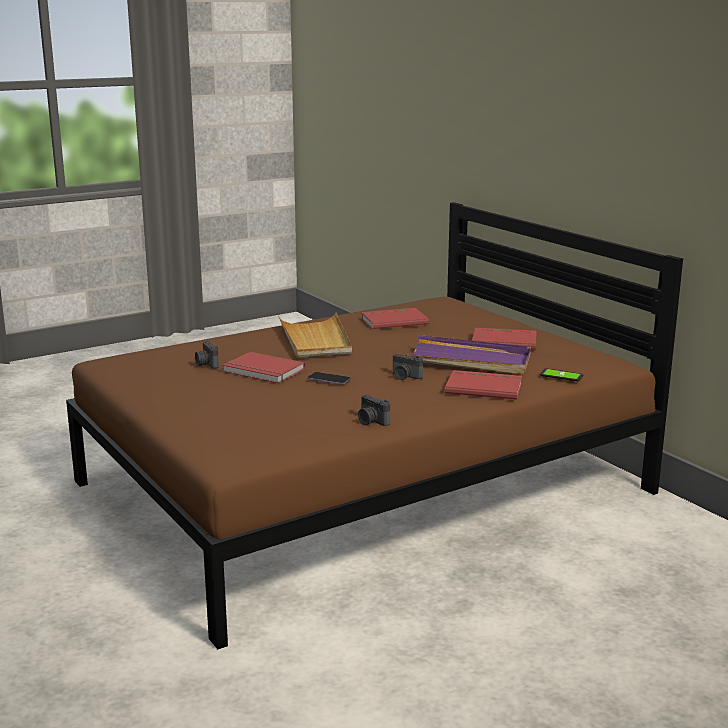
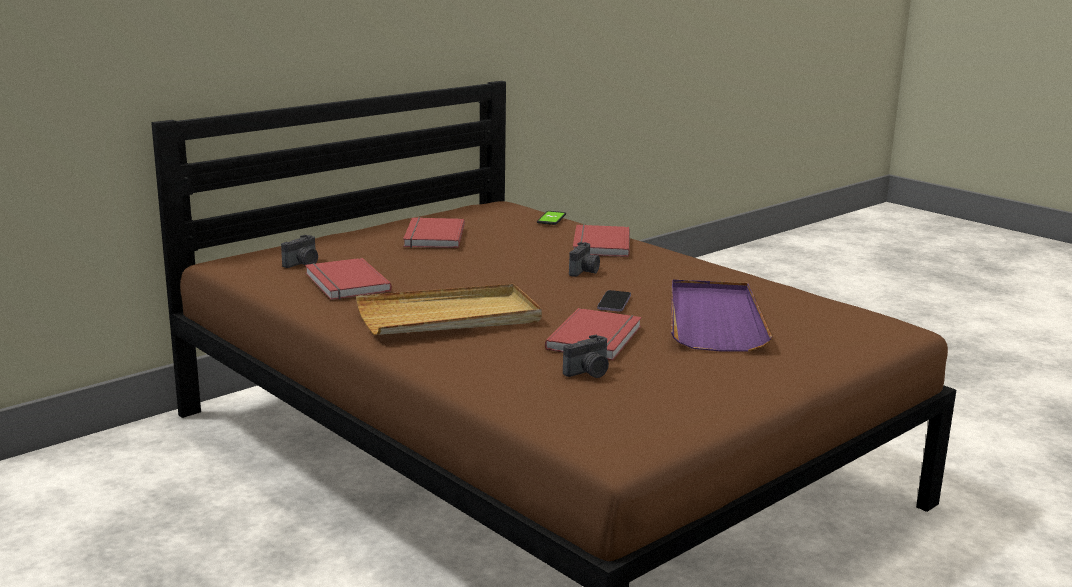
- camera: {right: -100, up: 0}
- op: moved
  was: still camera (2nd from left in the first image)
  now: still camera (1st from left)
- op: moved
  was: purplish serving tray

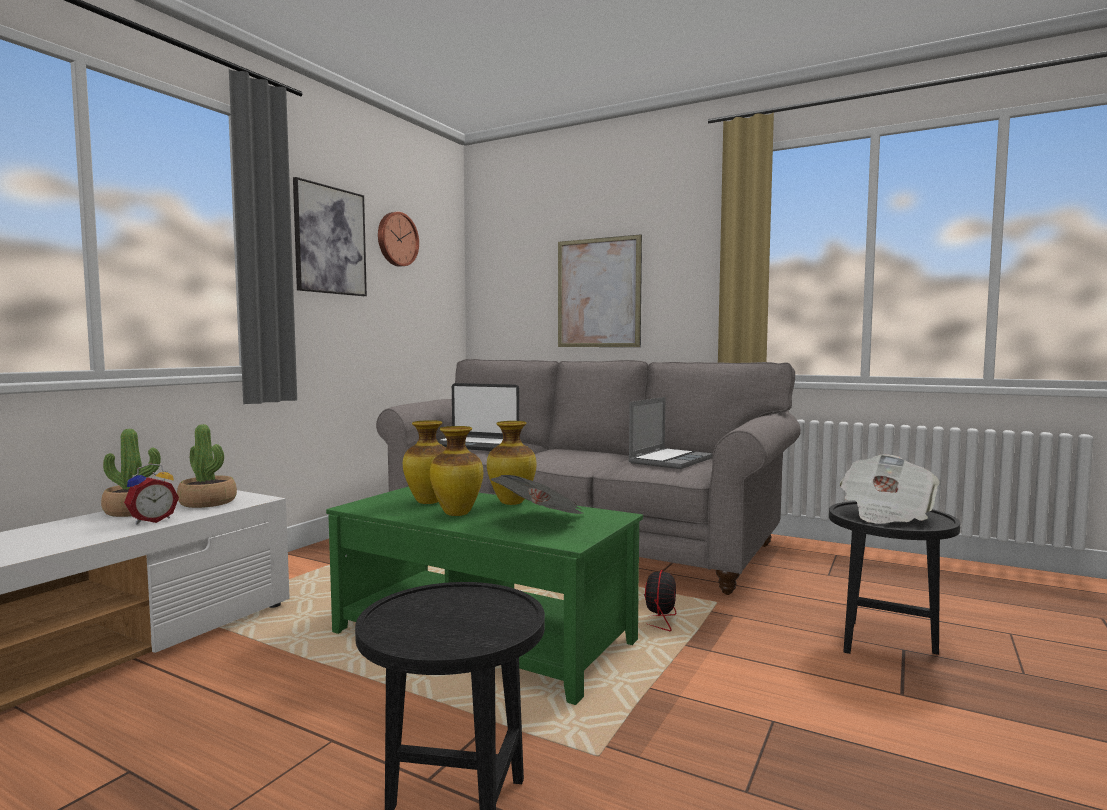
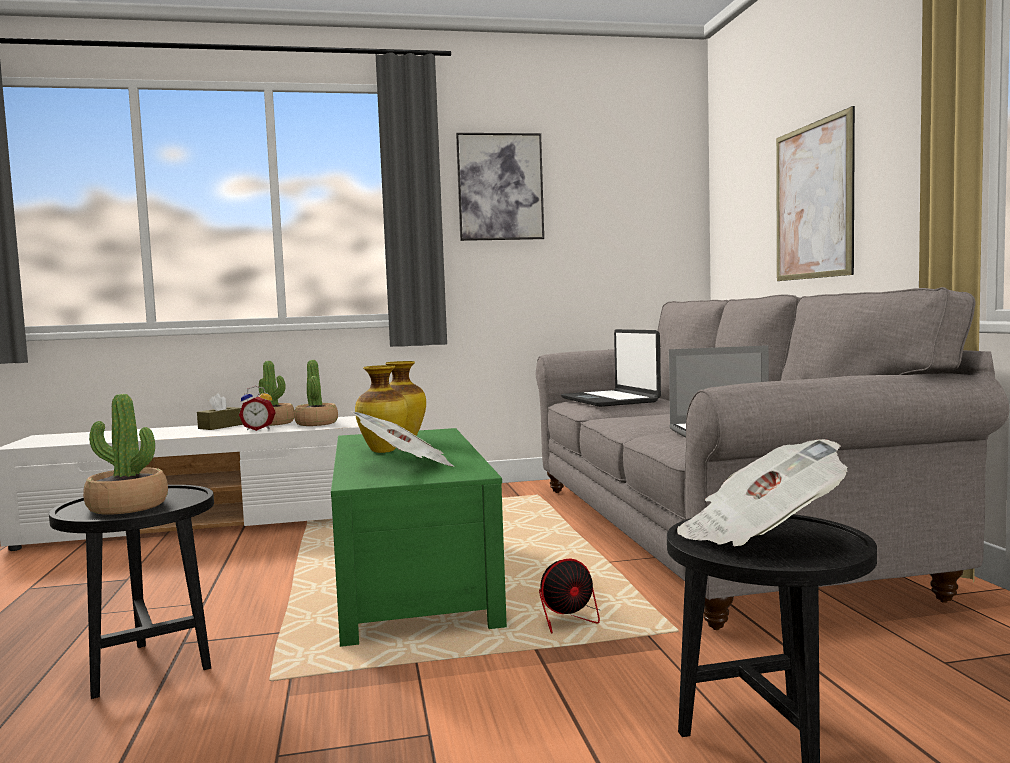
- camera: {right: 50, up: 0}
- op: added
  now: houseplant (1st from left)
- op: added
  now: brown-coloured box of tissues
- op: removed
  was: clock on the wall
- op: removed
  was: flower vase (3rd from left)

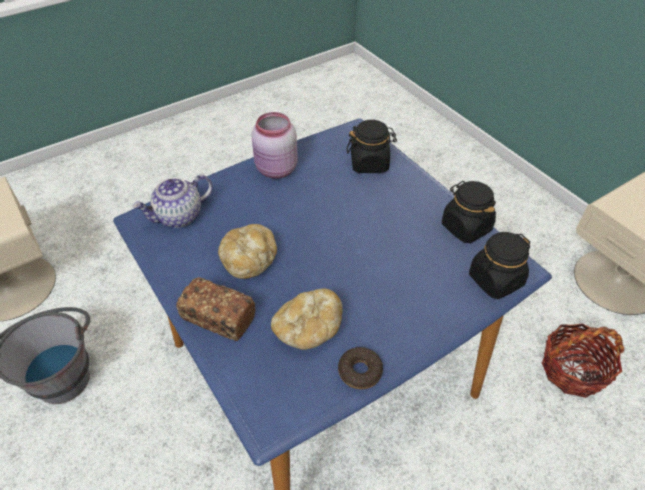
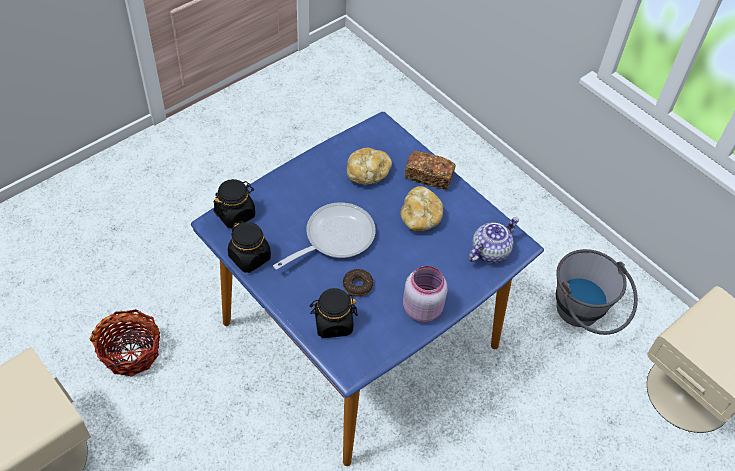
- camera: {right: 170, up: 5}
- op: added
  now: pan
- op: moved
  was: ring doughnut

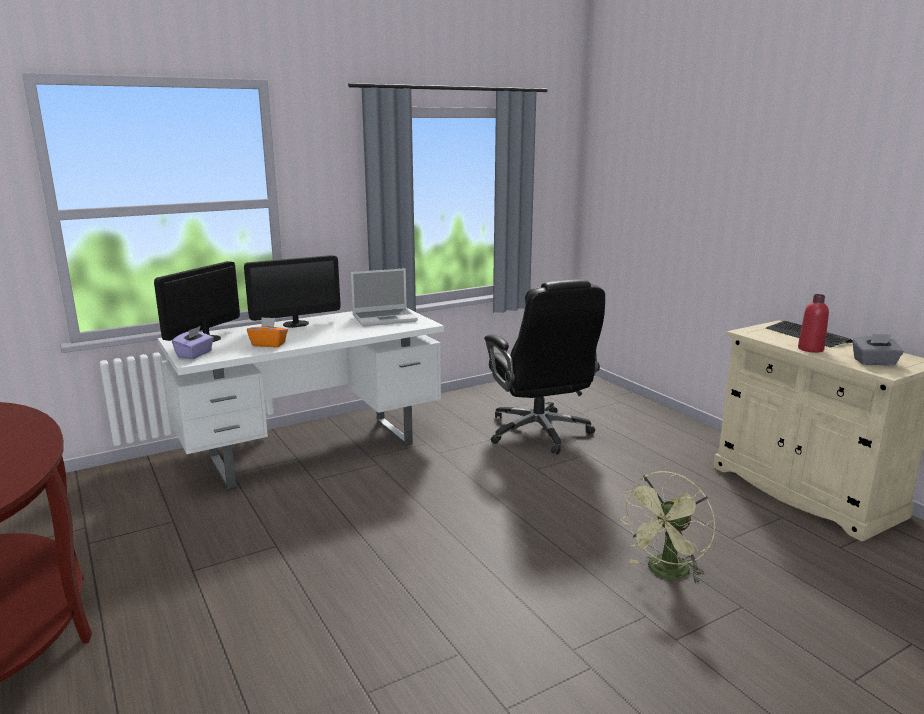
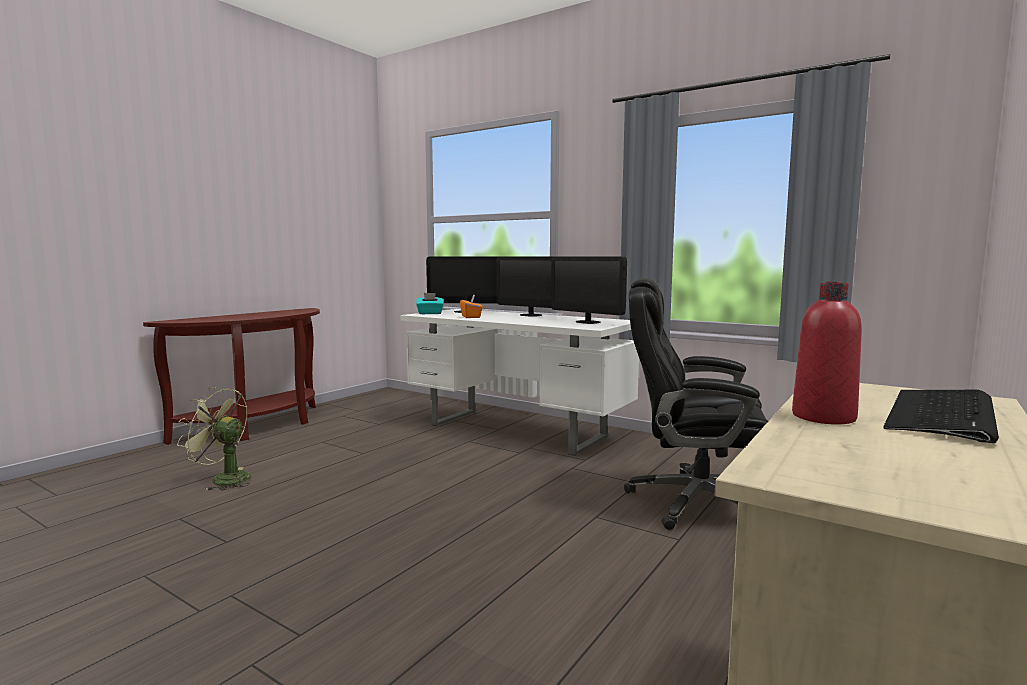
- camera: {right: 65, up: -10}
- op: moved
  was: greenish fan
- op: recoloured
  was: purplish box of tissues
  now: blue-green box of tissues
- op: replaced
  was: notebook computer
  now: computer display (3rd from left)
- op: turned
  was: blackish desk chair
  clockwise: 60
- op: removed
  was: grey box of tissues

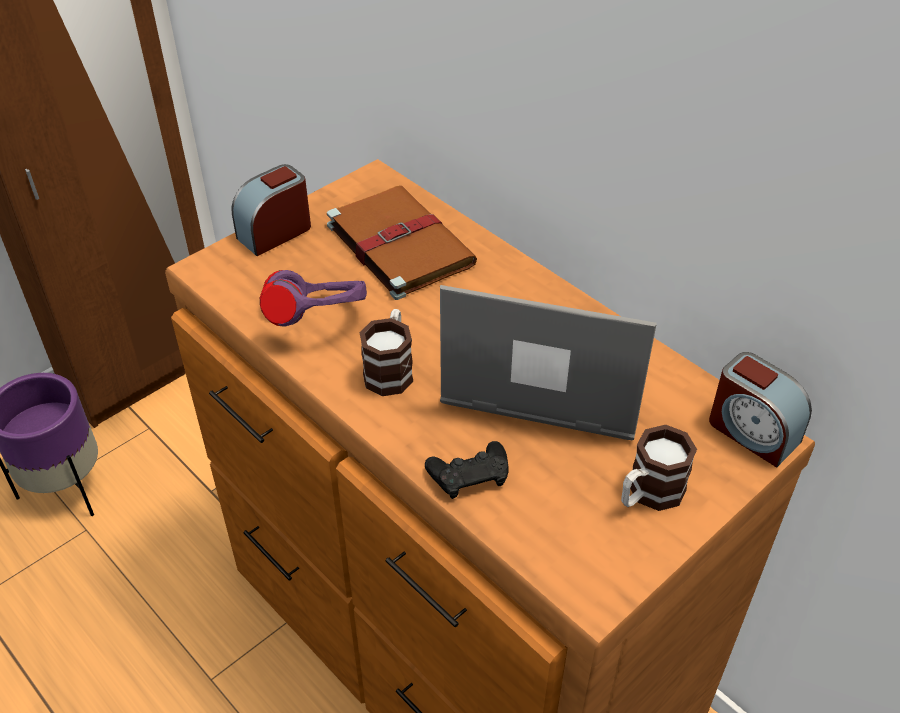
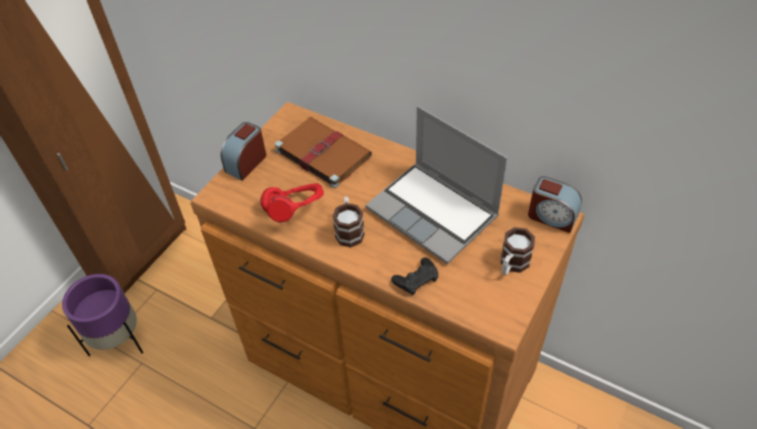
- camera: {right: -15, up: 5}
- op: recoloured
  was: purplish pair of headphones
  now: red-coloured pair of headphones
- op: turned
  was: notebook computer
  clockwise: -135

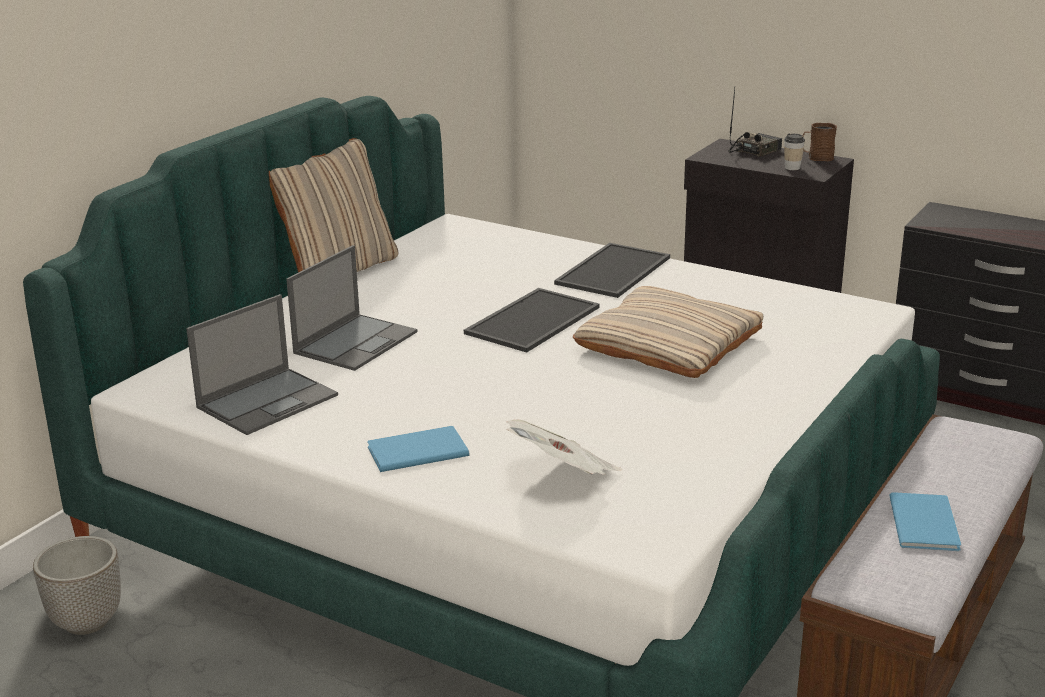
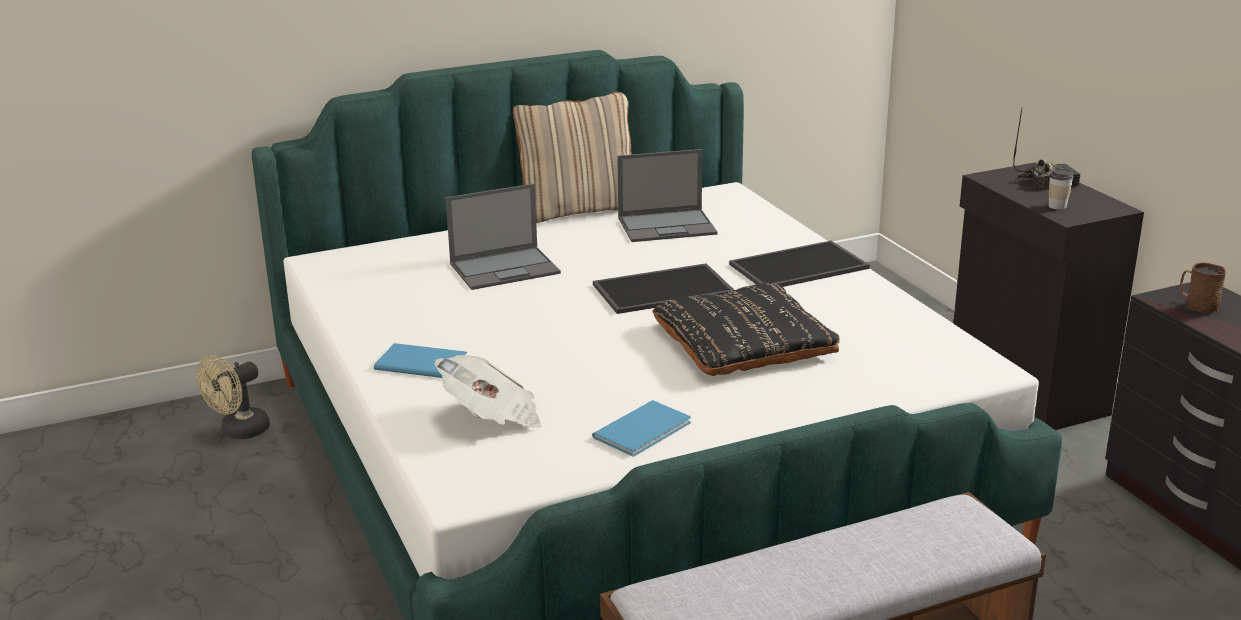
- camera: {right: 35, up: 0}
- op: replaced
  was: plant pot
  now: beige-coloured fan
- op: moved
  was: blue-coloured volume (2nd from left)
- op: moved
  was: notebook computer (1st from left in the first image)
  now: notebook computer (2nd from left)
- op: recoloured
  was: beige-coloured pillow (2nd from left)
  now: blackish pillow
- op: moved
  was: brown-coloured mug

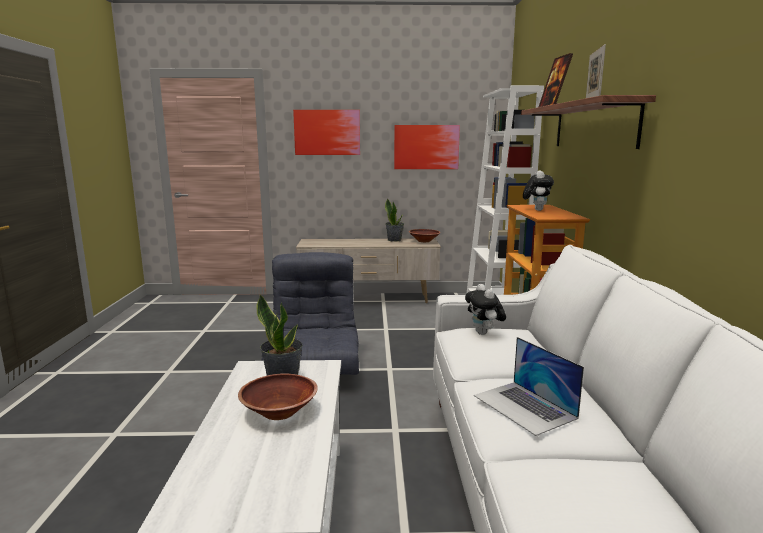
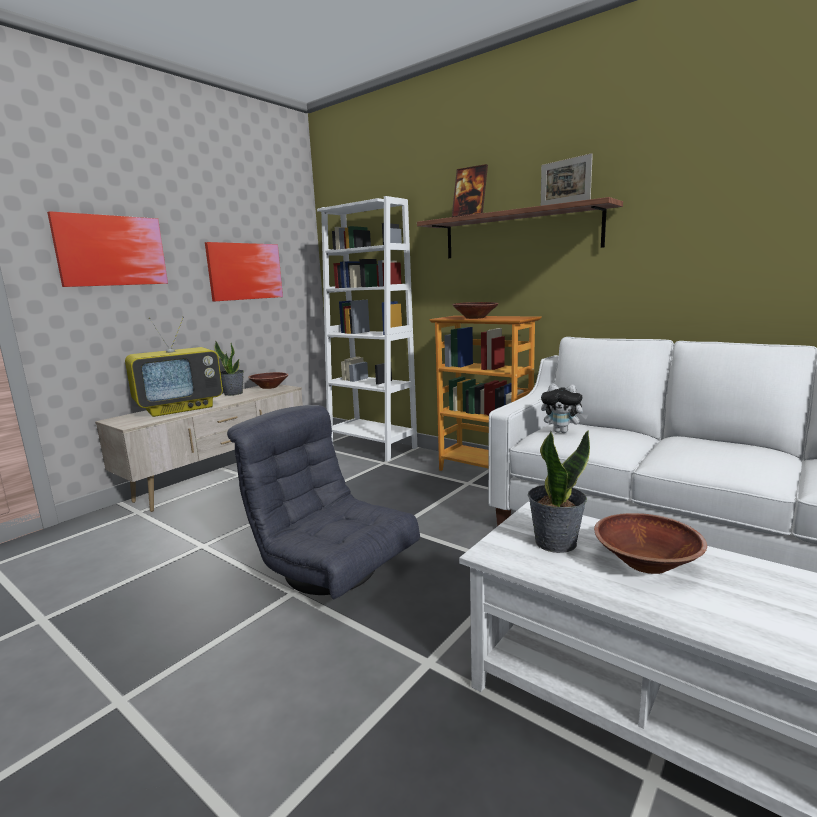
- camera: {right: -50, up: 0}
- op: added
  now: TV set
- op: replaced
  was: plush toy (2nd from left)
  now: brown-coloured serving bowl (2nd from left)
- op: removed
  was: notebook computer

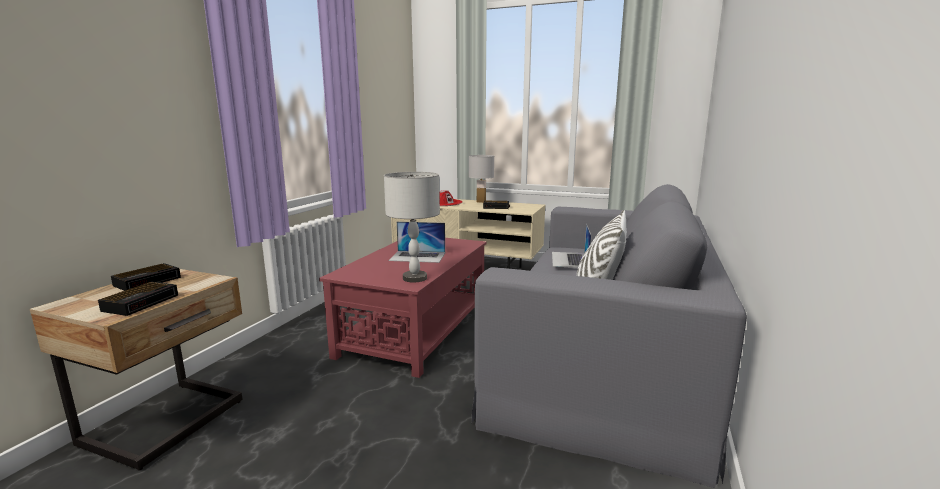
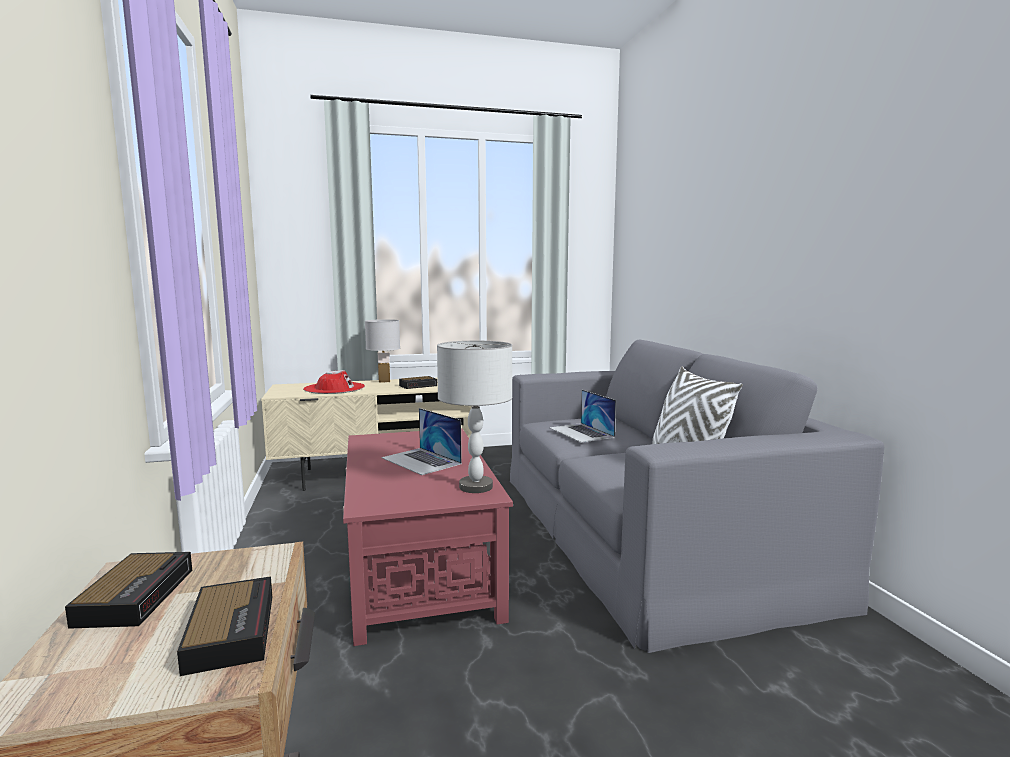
- camera: {right: -35, up: -5}
- op: turned
  was: notebook computer (1st from left)
  clockwise: 75

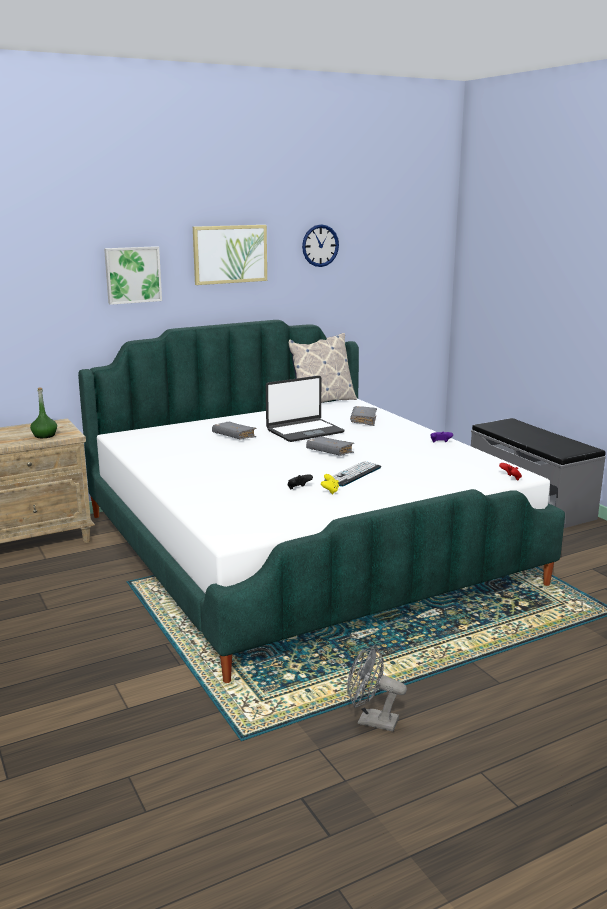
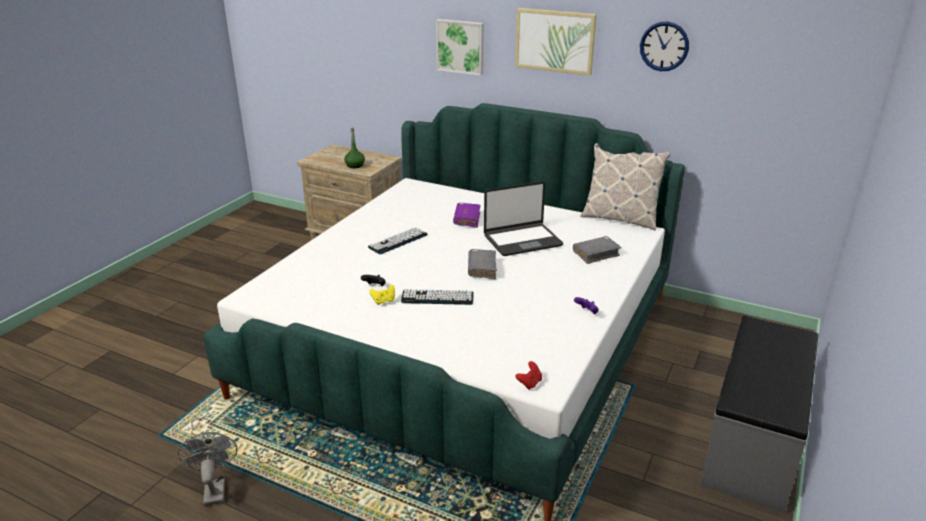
- camera: {right: 55, up: 10}
- op: added
  now: keyboard (1st from left)
- op: recoloured
  was: grey volume (1st from left)
  now: purplish volume
- op: turned
  was: notebook computer
  clockwise: -45

